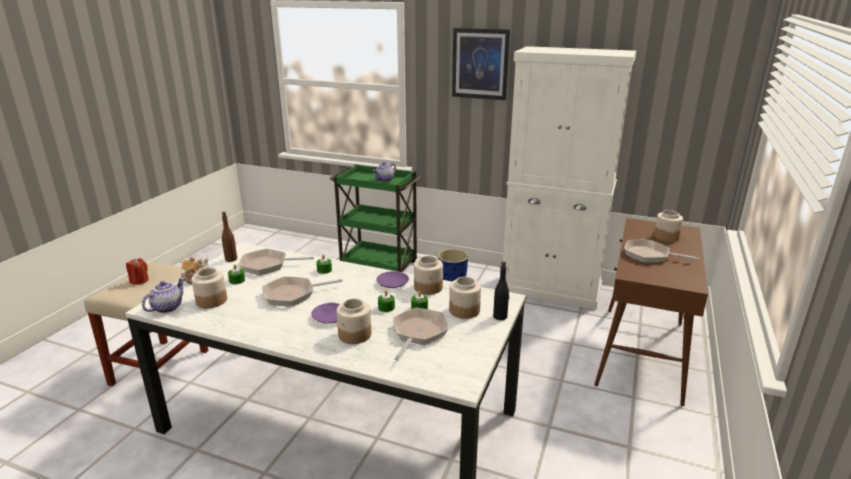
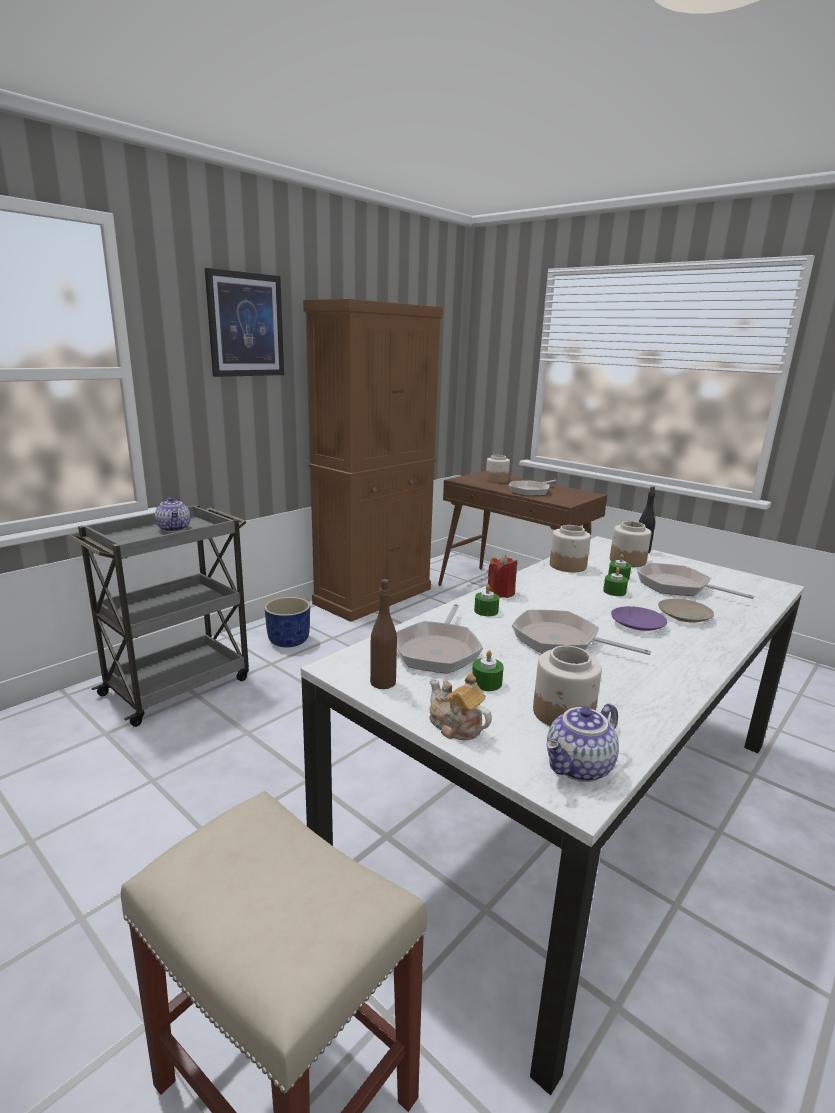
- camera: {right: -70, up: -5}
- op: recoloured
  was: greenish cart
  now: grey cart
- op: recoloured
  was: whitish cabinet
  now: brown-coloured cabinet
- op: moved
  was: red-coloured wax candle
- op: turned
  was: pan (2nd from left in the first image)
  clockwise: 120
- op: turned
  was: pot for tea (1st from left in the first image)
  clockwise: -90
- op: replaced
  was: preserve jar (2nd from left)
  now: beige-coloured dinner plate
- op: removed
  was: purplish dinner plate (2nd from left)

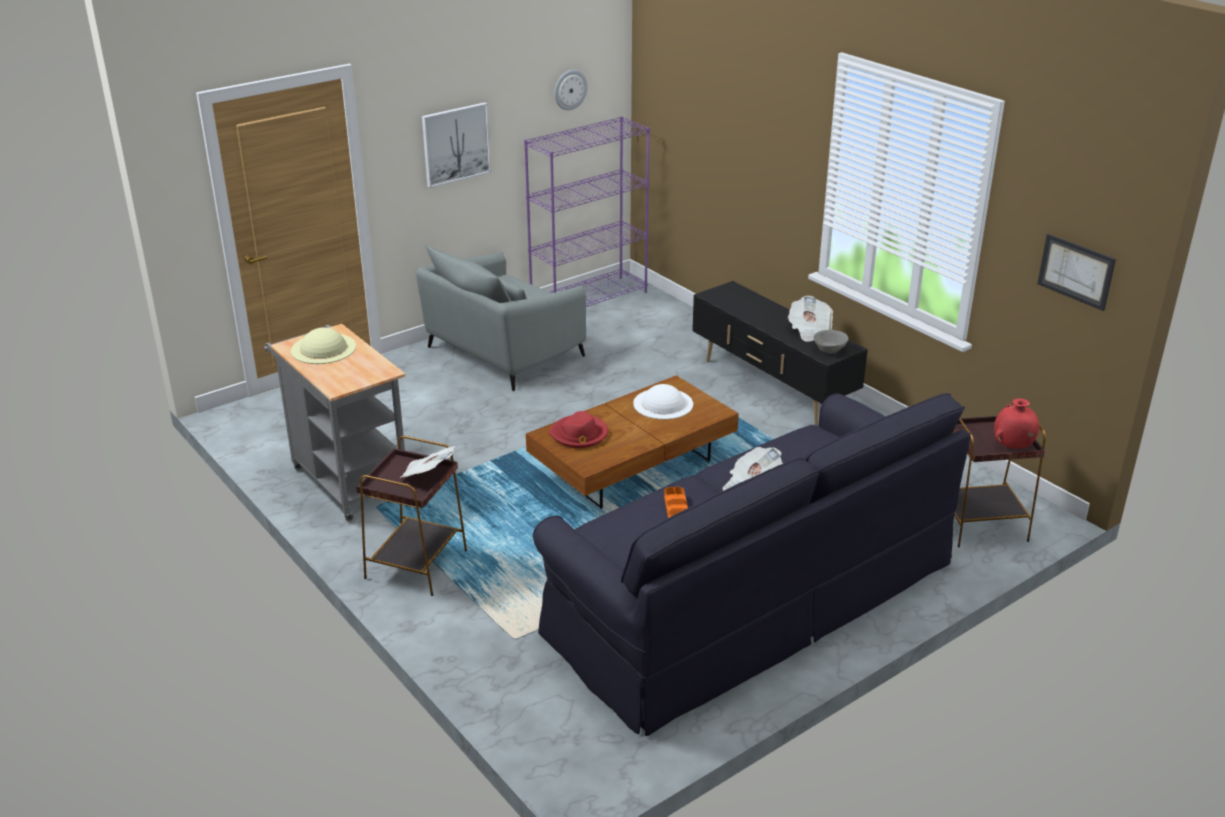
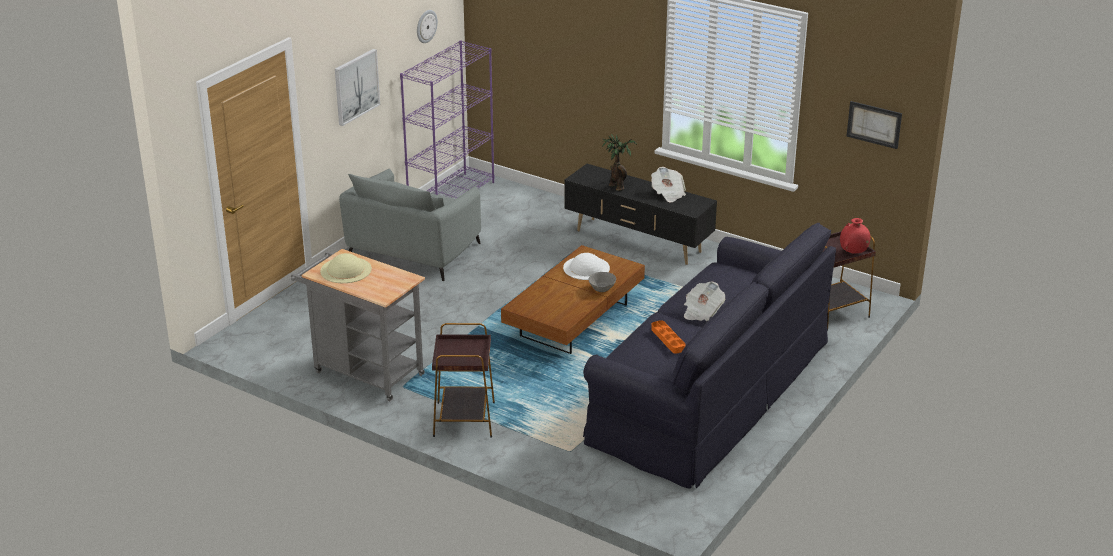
- camera: {right: -20, up: 0}
- op: moved
  was: grey serving bowl
- op: added
  now: houseplant
- op: removed
  was: daily paper (1st from left)
- op: removed
  was: red-coloured wearable hat

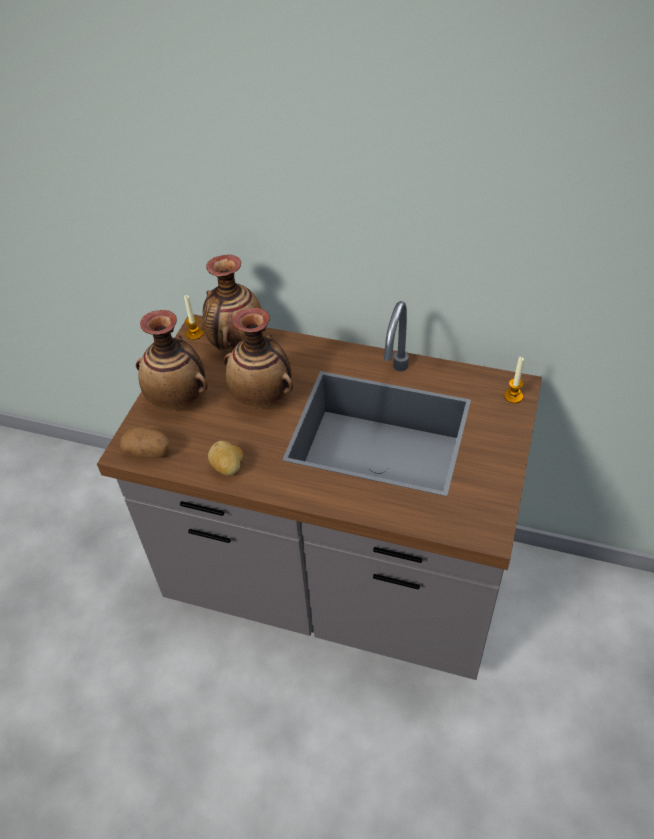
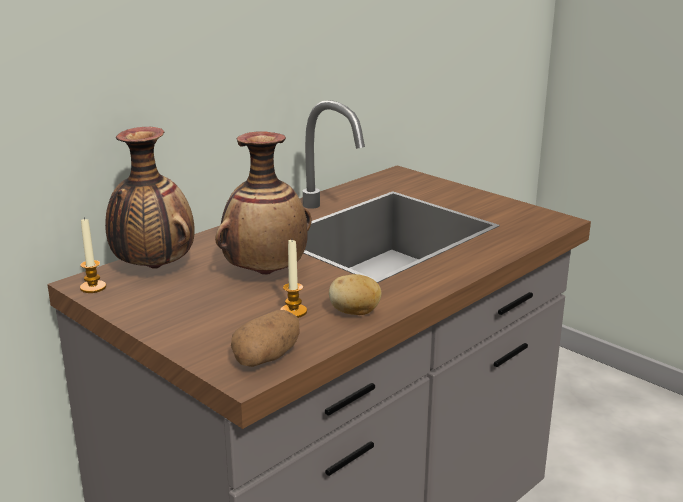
- camera: {right: -65, up: -25}
- op: moved
  was: wax candle (2nd from left)
- op: removed
  was: flower vase (1st from left)

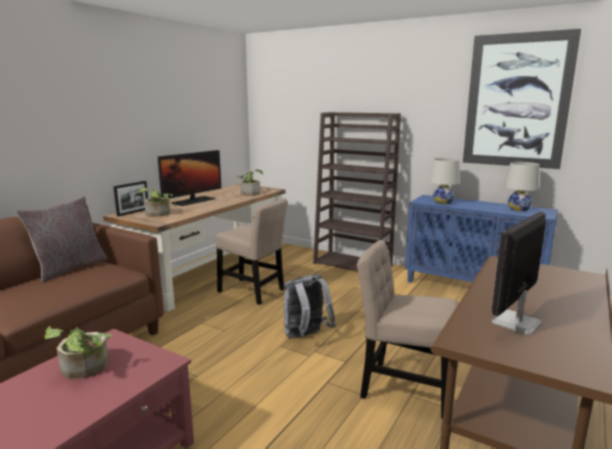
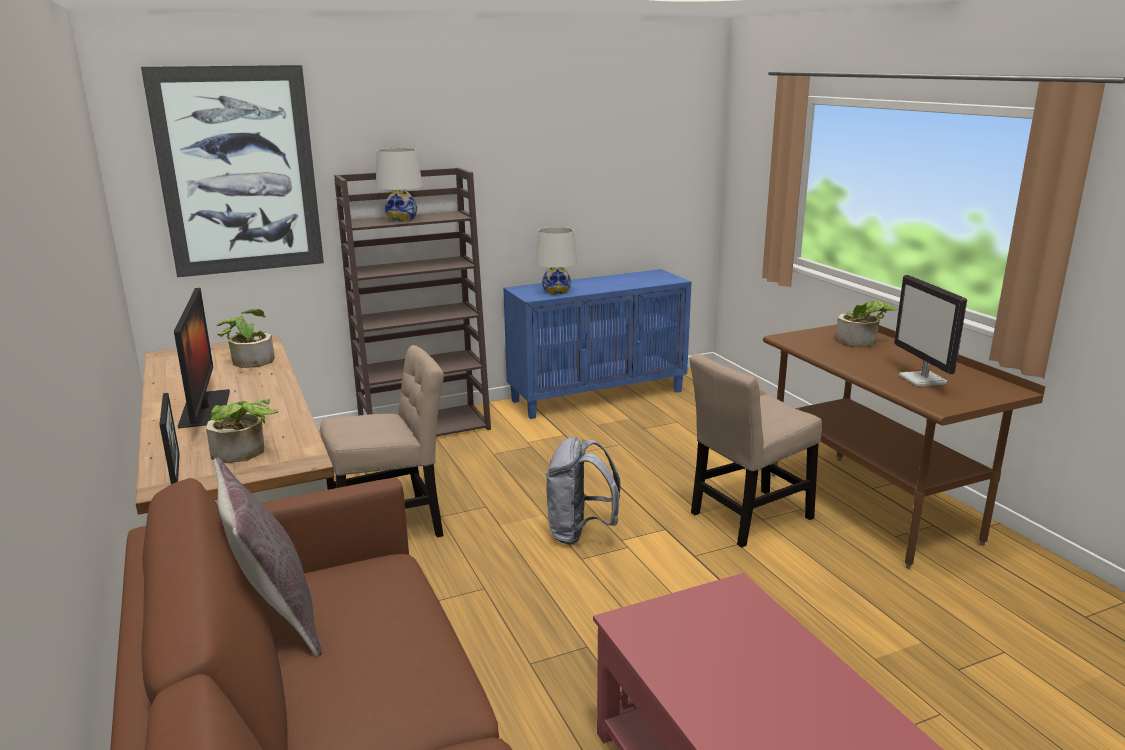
- camera: {right: -55, up: 5}
- op: moved
  was: picture
- op: moved
  was: whitish tabletop lamp (2nd from left in the first image)
  now: whitish tabletop lamp (1st from left)
- op: moved
  was: houseplant (1st from left in the first image)
  now: houseplant (3rd from left)

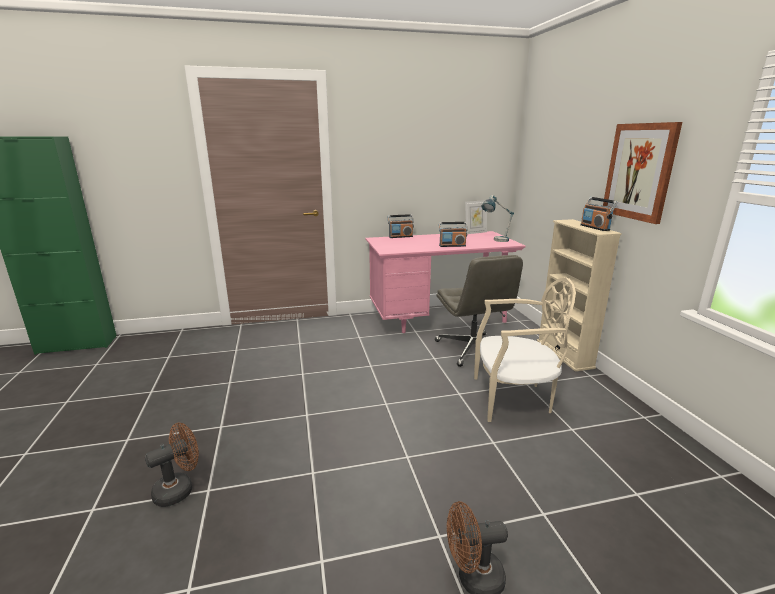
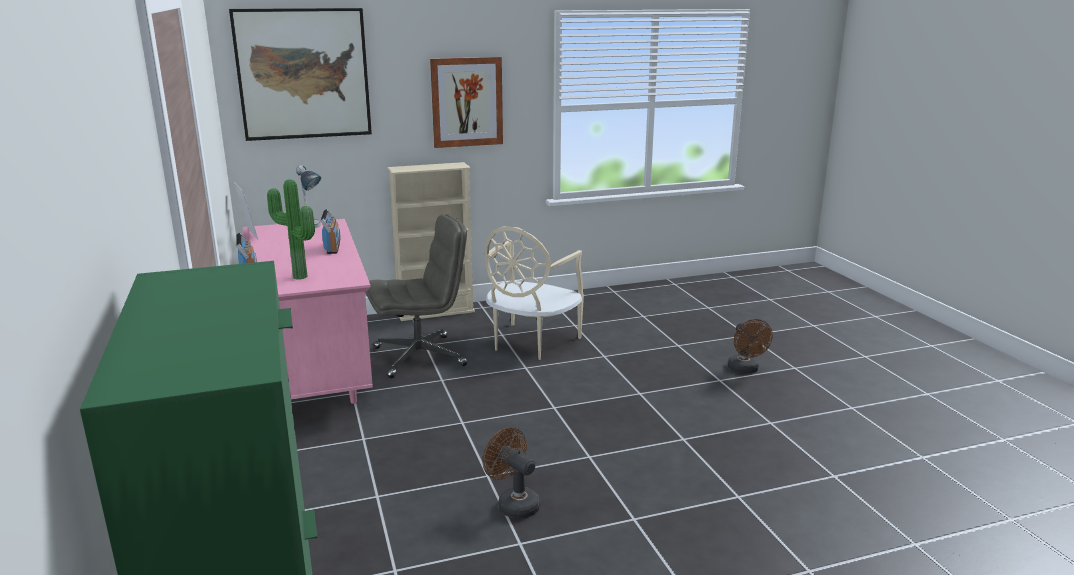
- camera: {right: -95, up: 0}
- op: added
  now: picture (1st from left)
- op: added
  now: houseplant
- op: moved
  was: brown-coloured fan (1st from left)
- op: turned
  was: beige-coloured chair
  clockwise: -150
- op: removed
  was: radio receiver (3rd from left)

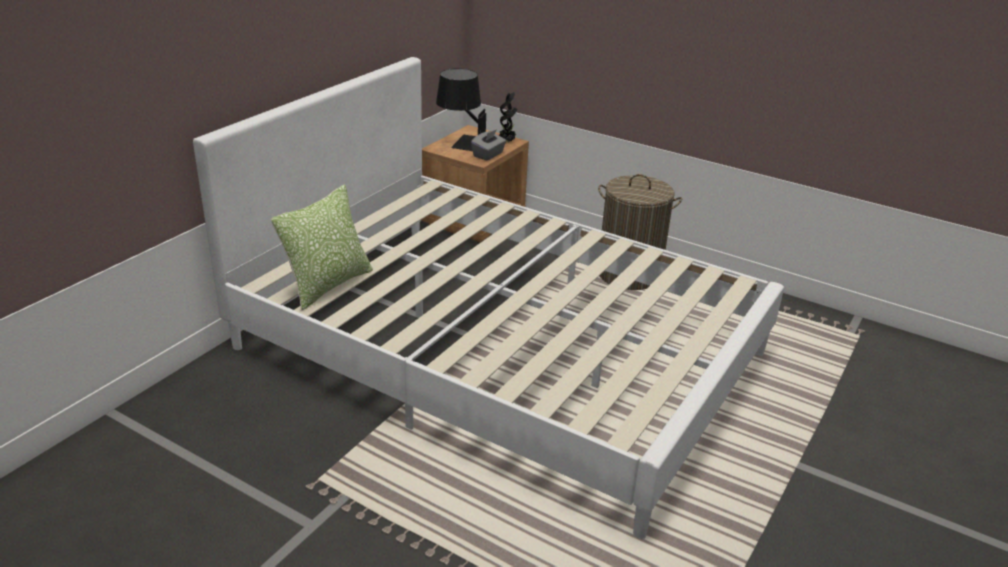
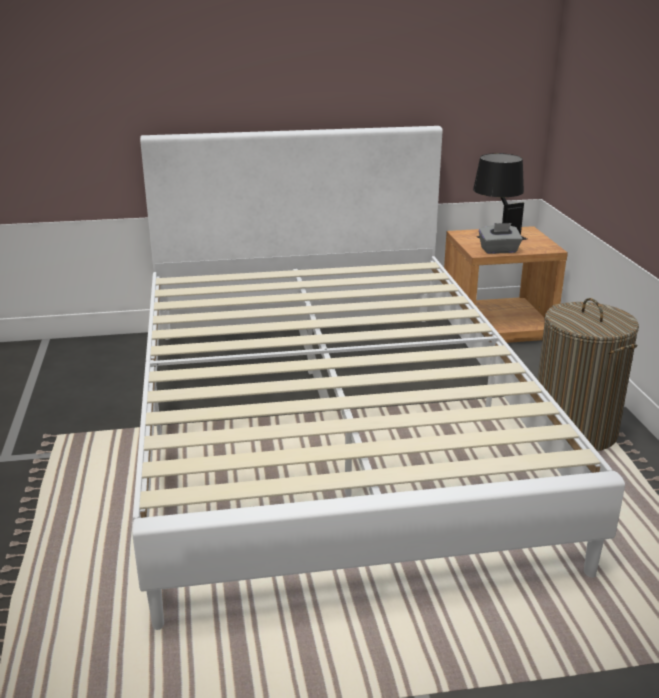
- camera: {right: 50, up: -5}
- op: removed
  was: pillow
- op: removed
  was: houseplant

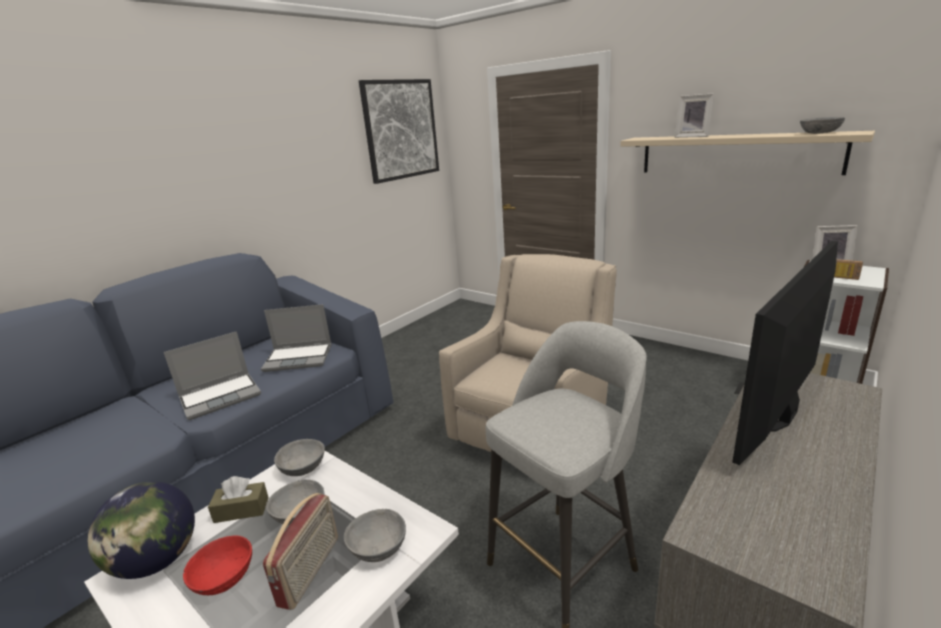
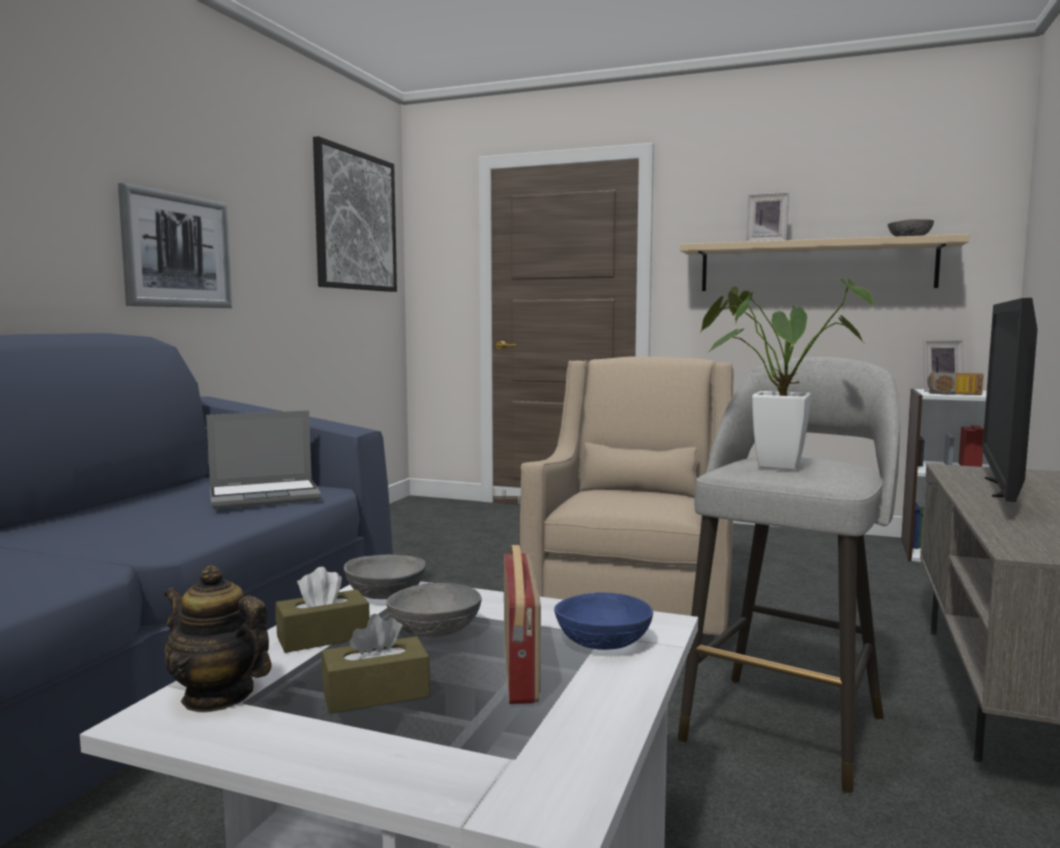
- camera: {right: -20, up: -15}
- op: added
  now: picture (1st from left)
- op: replaced
  was: desk globe
  now: pot for tea
- op: replaced
  was: red-coloured serving bowl
  now: brown-coloured box of tissues (2nd from left)
- op: recoloured
  was: grey serving bowl (3rd from left)
  now: blue-coloured serving bowl
- op: added
  now: houseplant
- op: removed
  was: notebook computer (1st from left)

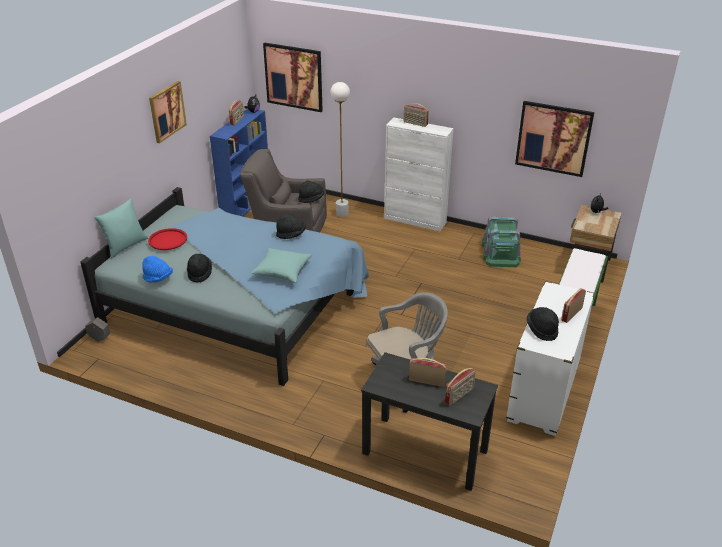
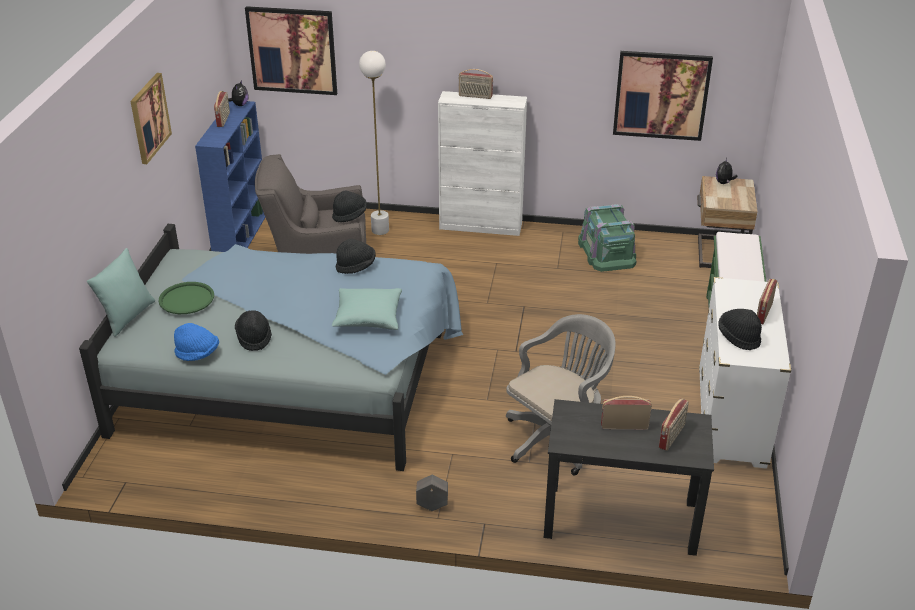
- camera: {right: -15, up: 0}
- op: recoloured
  was: red-coloured serving tray
  now: greenish serving tray
- op: moved
  was: grey plant pot

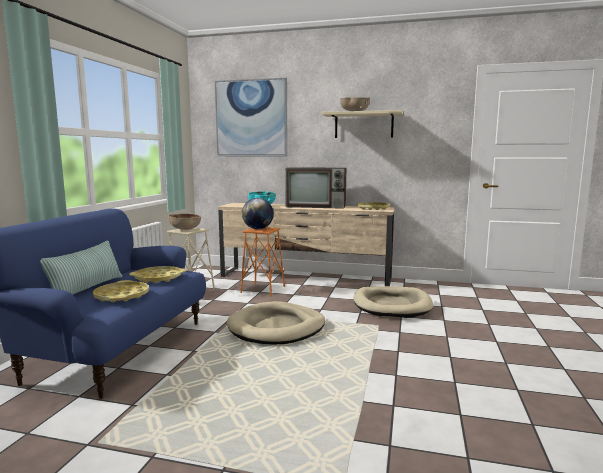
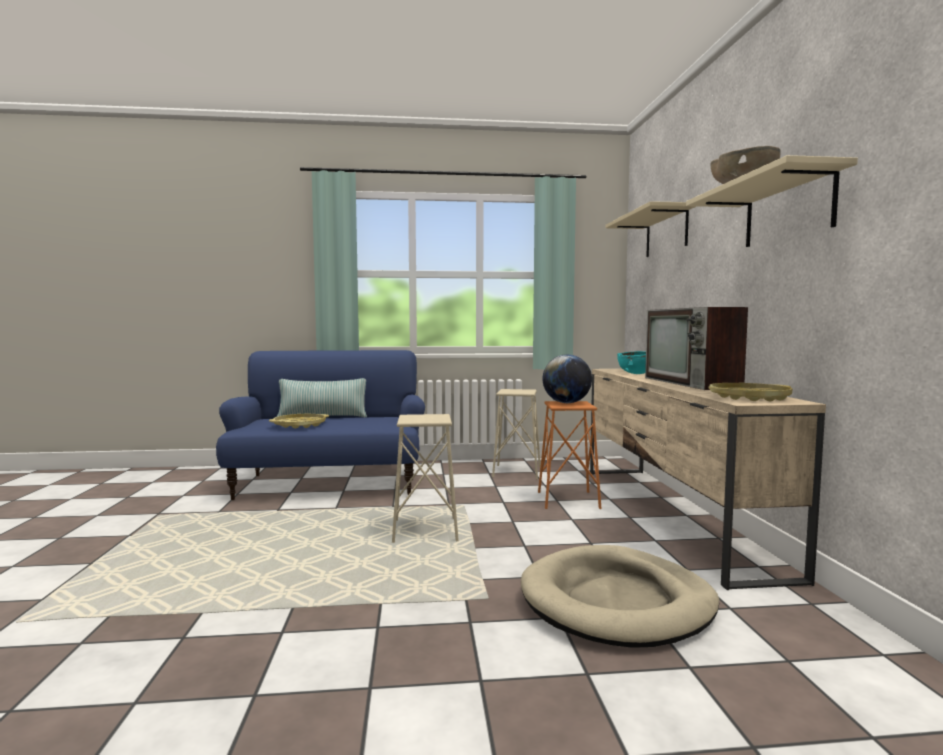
- camera: {right: 70, up: -5}
- op: replaced
  was: beige-coloured dog bed (1st from left)
  now: beige-coloured sitting stool (1st from left)
- op: replaced
  was: picture
  now: beige-coloured bracket shelf (1st from left)
- op: removed
  was: yellow serving tray (2nd from left)
- op: removed
  was: brown-coloured serving bowl (1st from left)

